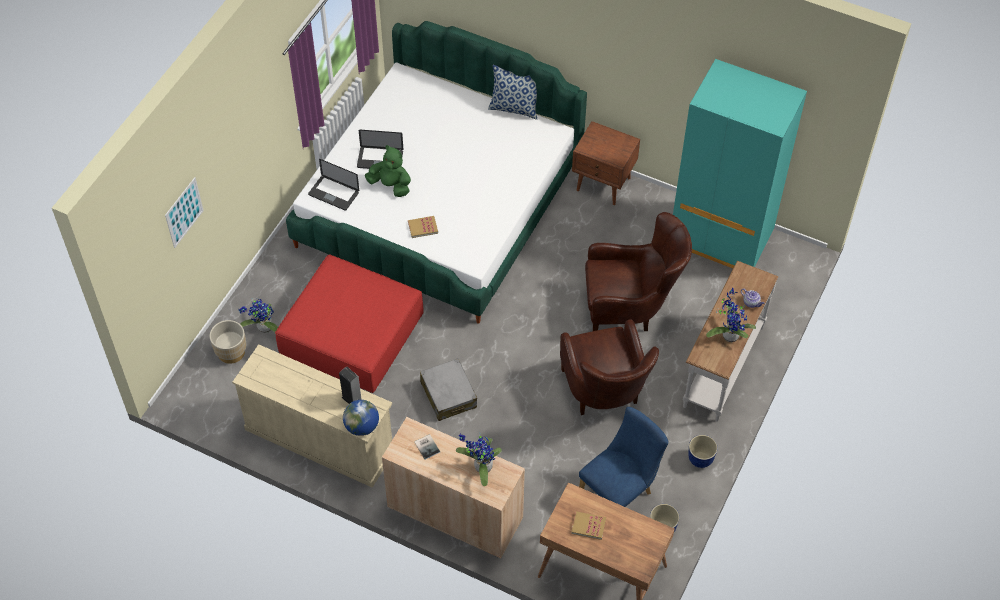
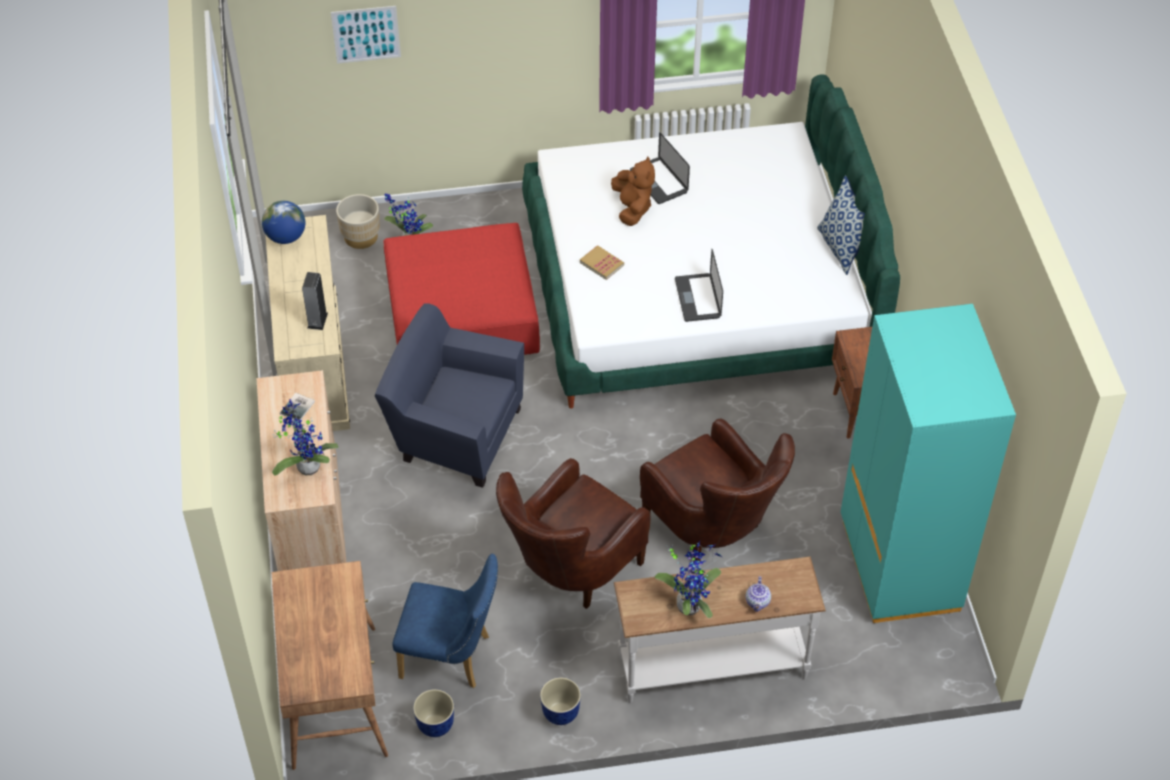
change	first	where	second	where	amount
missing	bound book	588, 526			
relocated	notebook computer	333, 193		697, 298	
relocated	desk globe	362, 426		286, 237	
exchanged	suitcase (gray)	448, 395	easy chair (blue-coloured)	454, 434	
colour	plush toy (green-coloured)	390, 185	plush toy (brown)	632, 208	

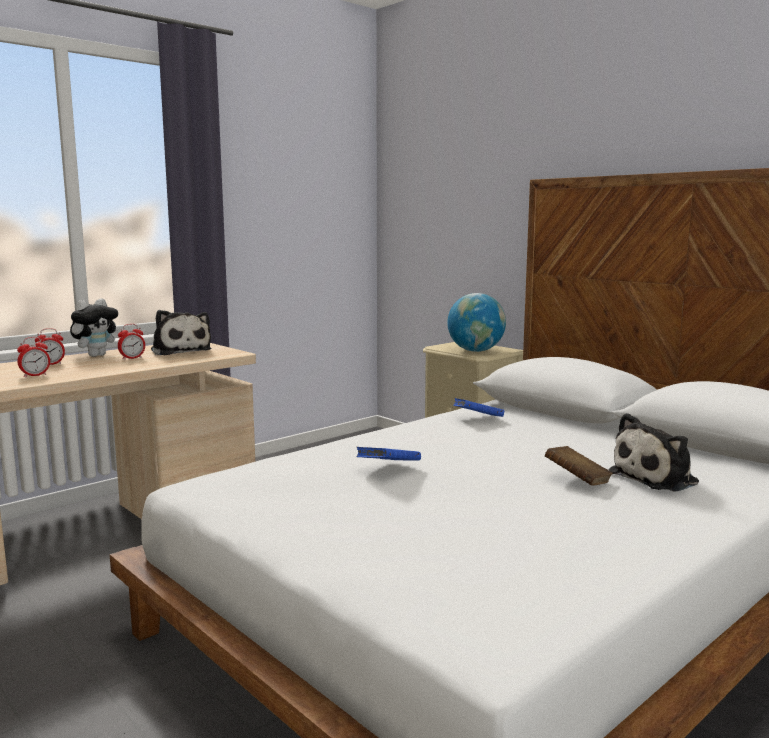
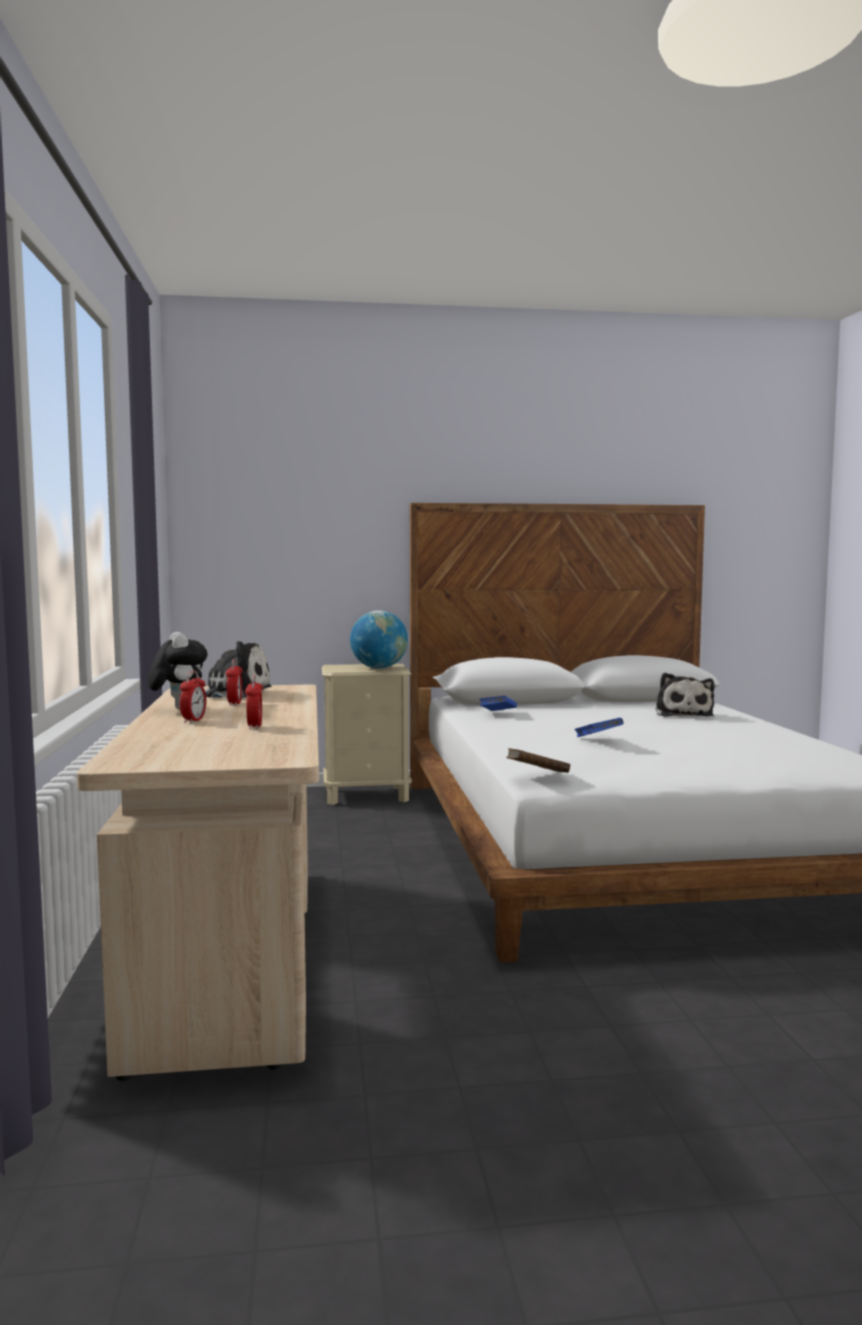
change	first	where	second	where	amount
relocated	bound book (brown)	577, 480		537, 775	

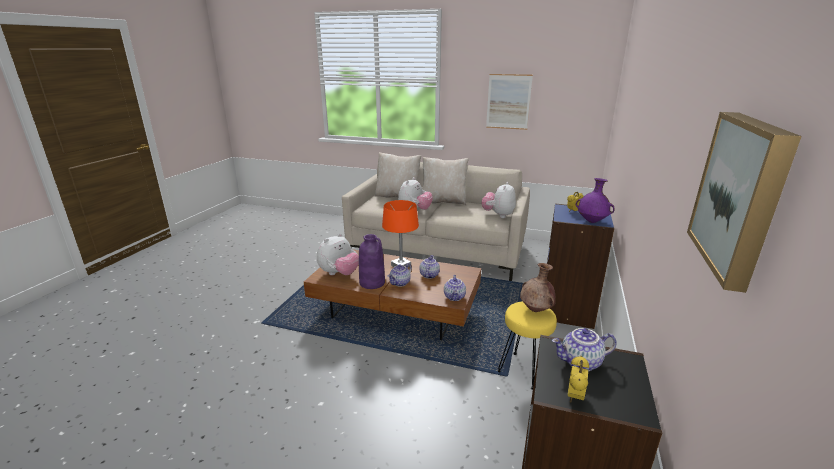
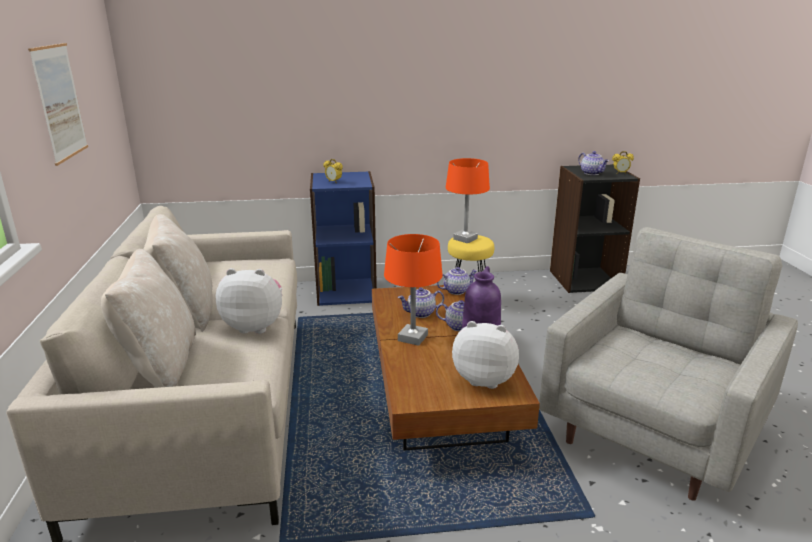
change	first	where	second	where	amount
missing	plush toy	498, 215			
missing	vase (purple-coloured)	592, 221			
missing	wall picture	742, 195			
appeared			easy chair (gray)	655, 432	
exchanged	vase (brown)	536, 310	lamp for a table (orange)	465, 239	

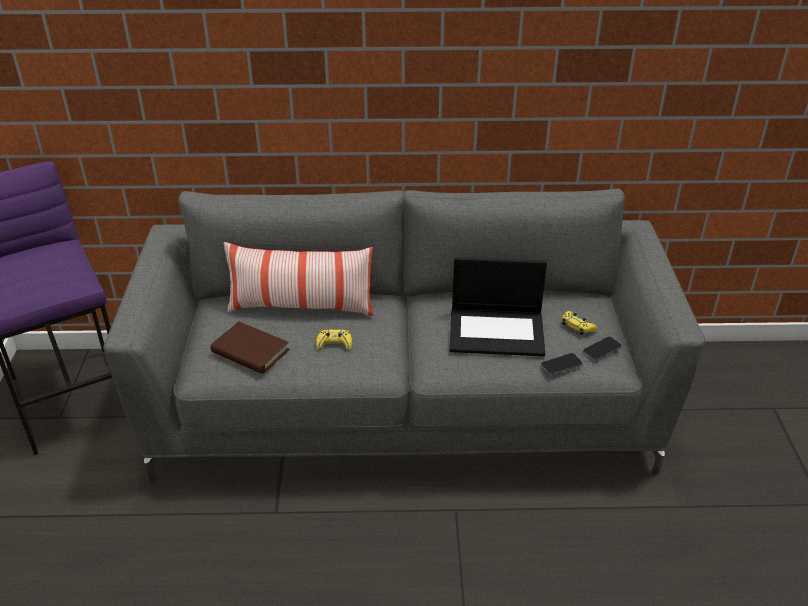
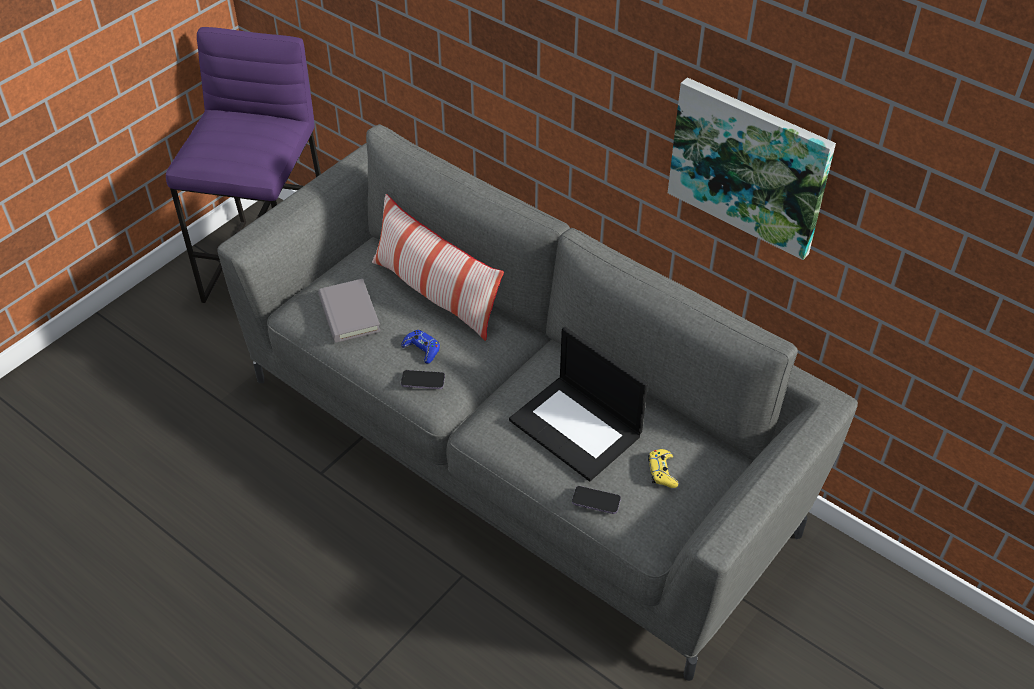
change	first	where	second	where	amount
appeared			wall picture	749, 166	
relocated	telephone	602, 350		423, 381	
colour	bound book (brown)	250, 351	bound book (gray)	349, 314	
colour	gamepad (yellow)	334, 344	gamepad (blue-coloured)	422, 349	

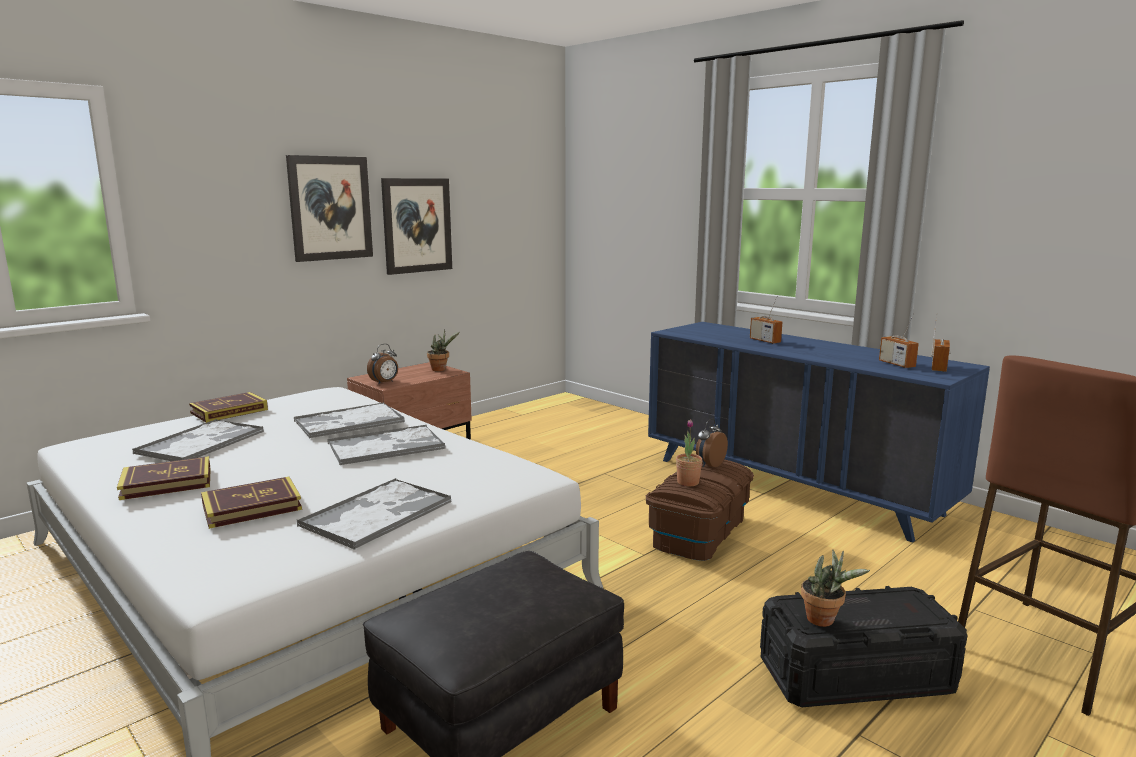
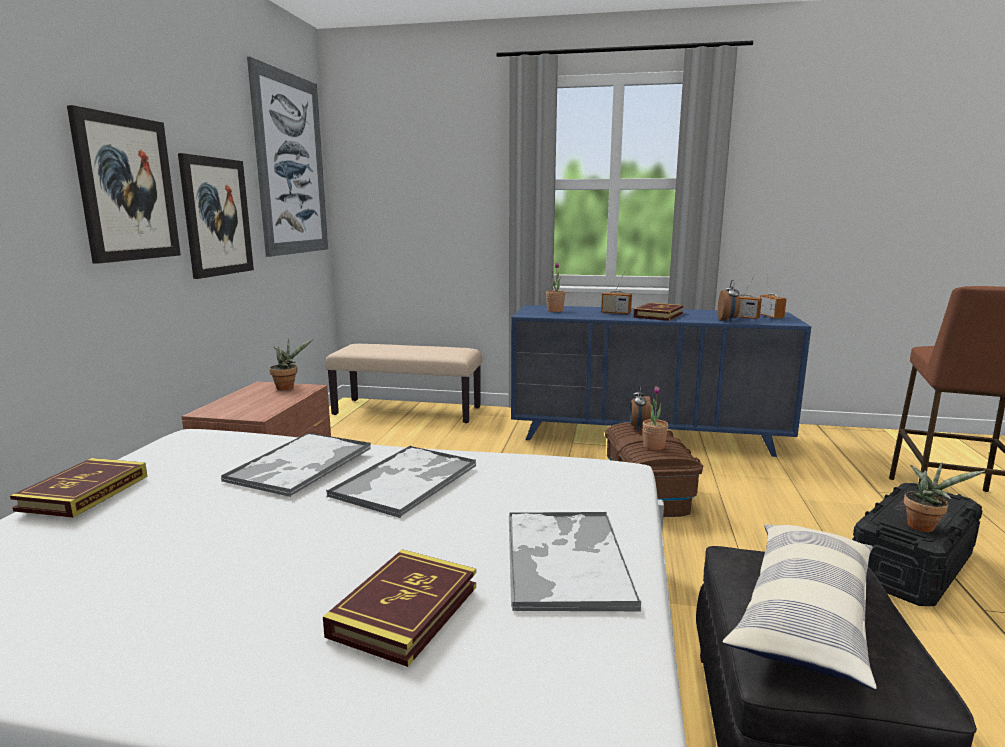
change	first	where	second	where	amount
missing	carrying tray	202, 442			
appeared			wall picture	291, 165	
appeared			indoor bench (beige)	408, 410	
appeared			plant in a pot	555, 311	
appeared			throw pillow	804, 615	
relocated	bound book	167, 483		658, 315	
relocated	bedside clock	385, 382		727, 320	

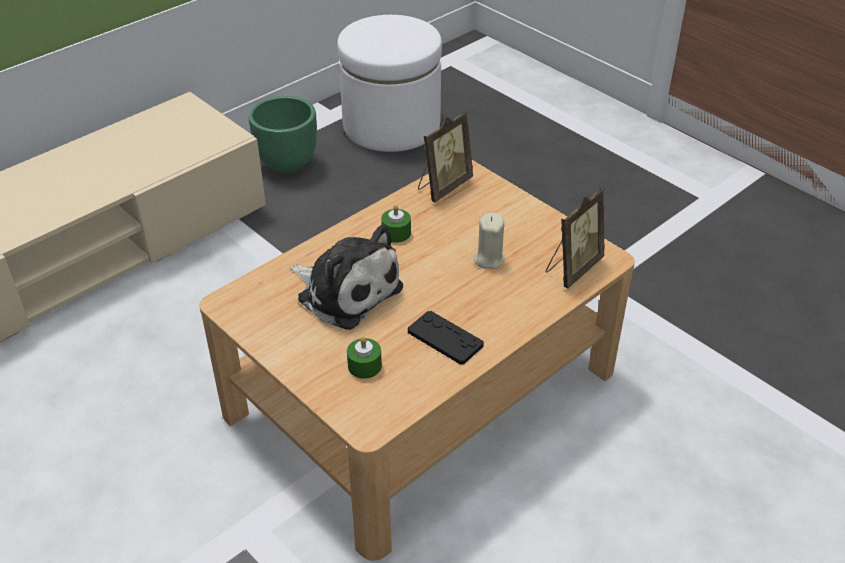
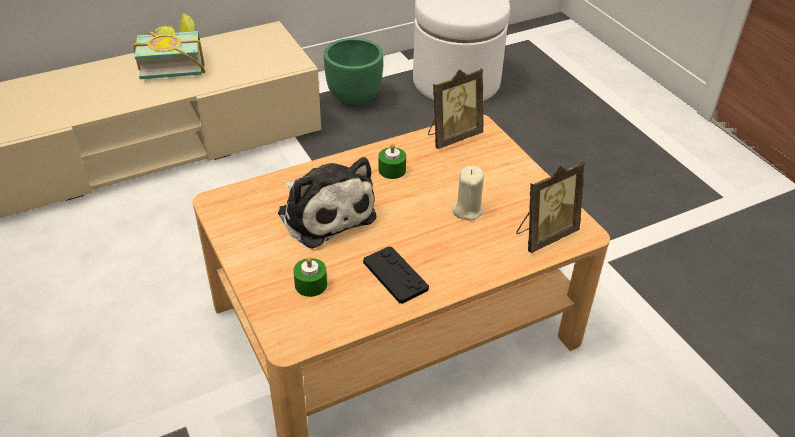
change	first	where	second	where	amount
appeared			bound book	172, 64	

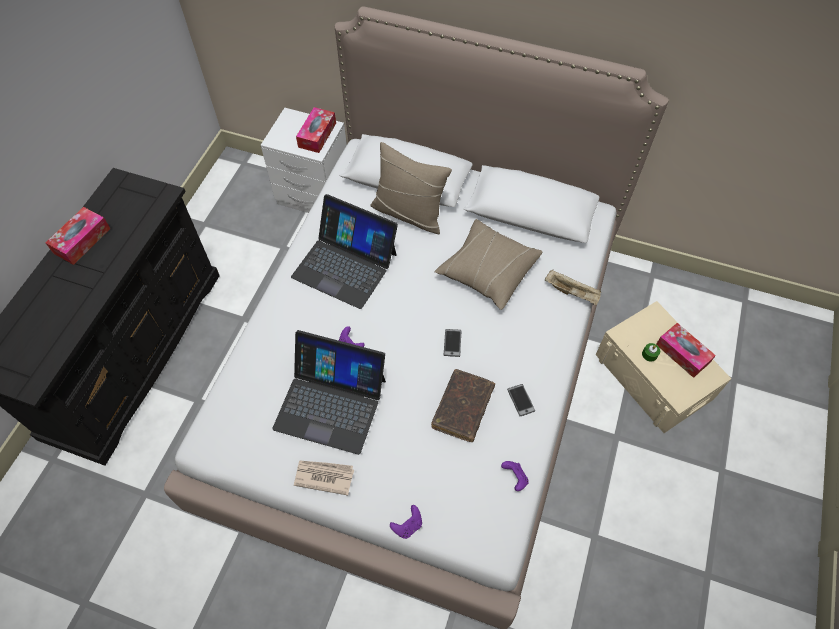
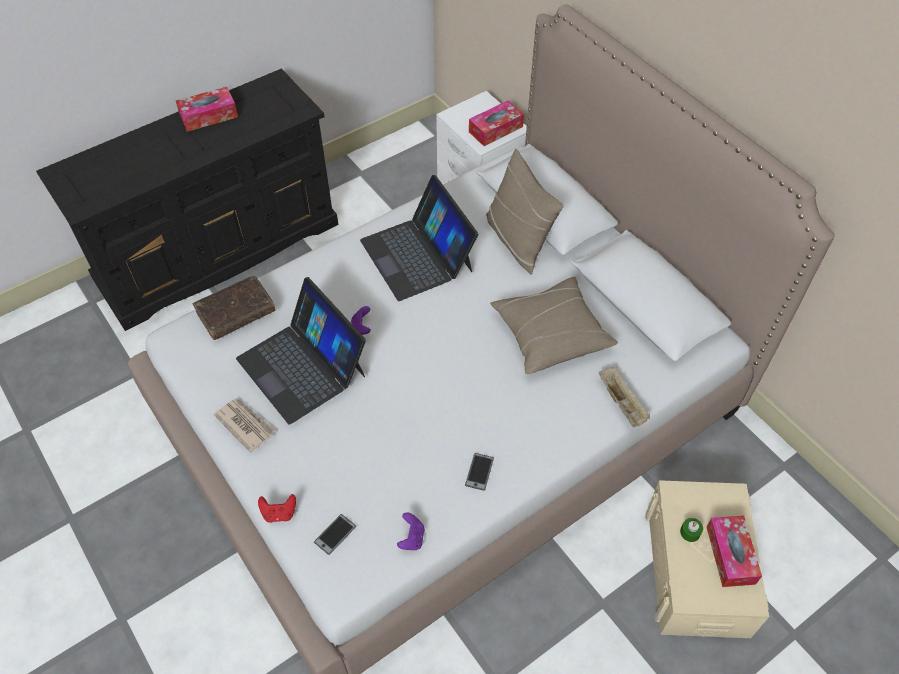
change	first	where	second	where	amount
relocated	bound book (brown)	462, 408		236, 313	
relocated	telephone	452, 343		335, 534	
colour	gamepad (purple-coloured)	408, 526	gamepad (red)	279, 513	

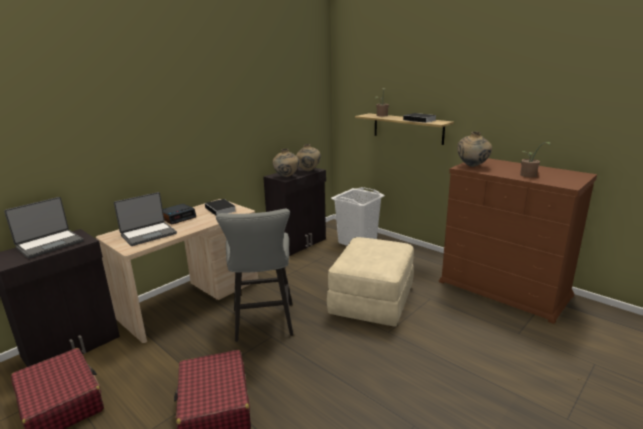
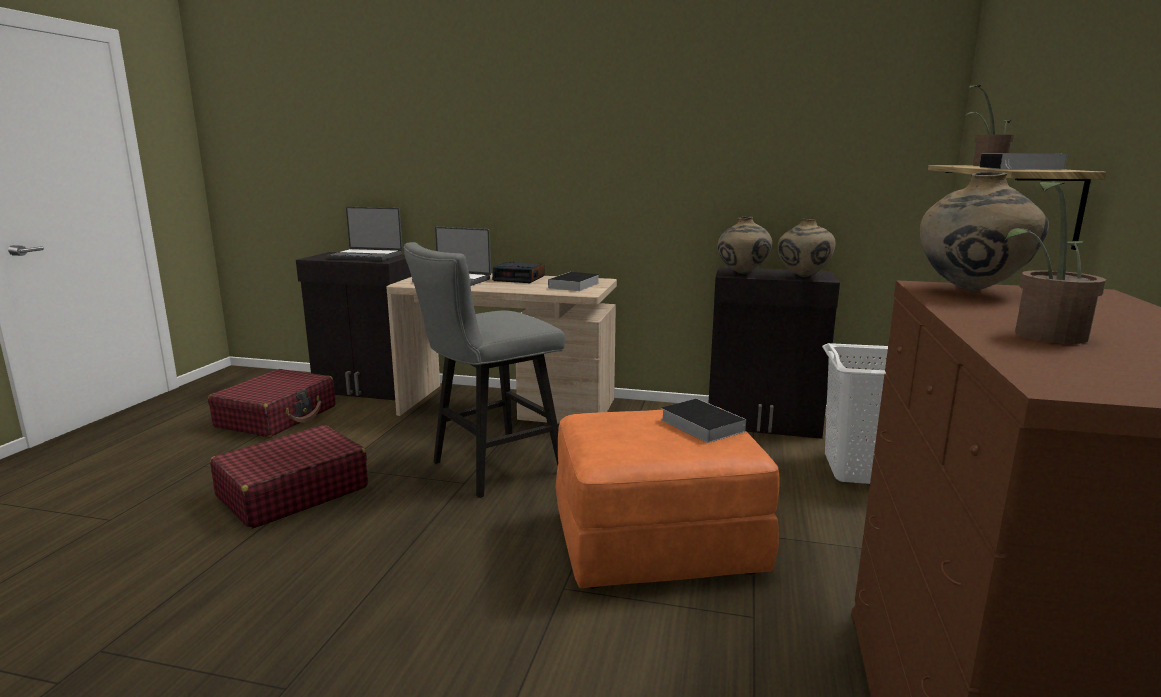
change	first	where	second	where	amount
appeared			bound book	699, 424	
colour	footrest (beige)	371, 300	footrest (orange)	657, 542	

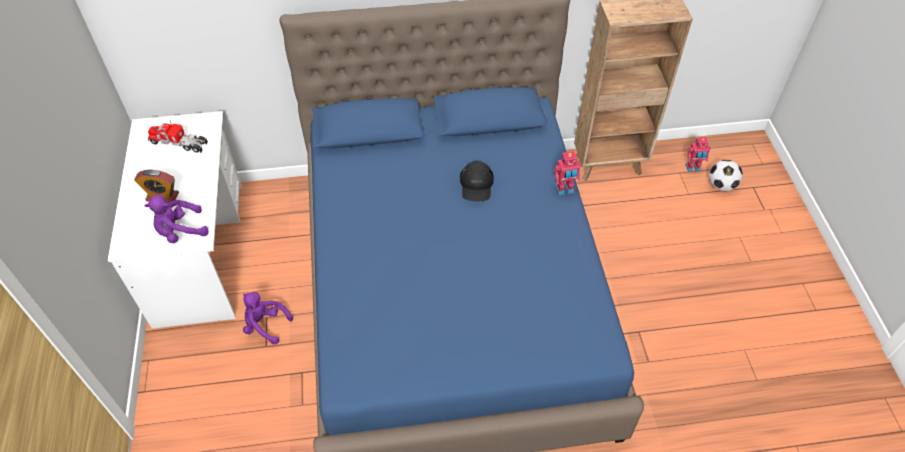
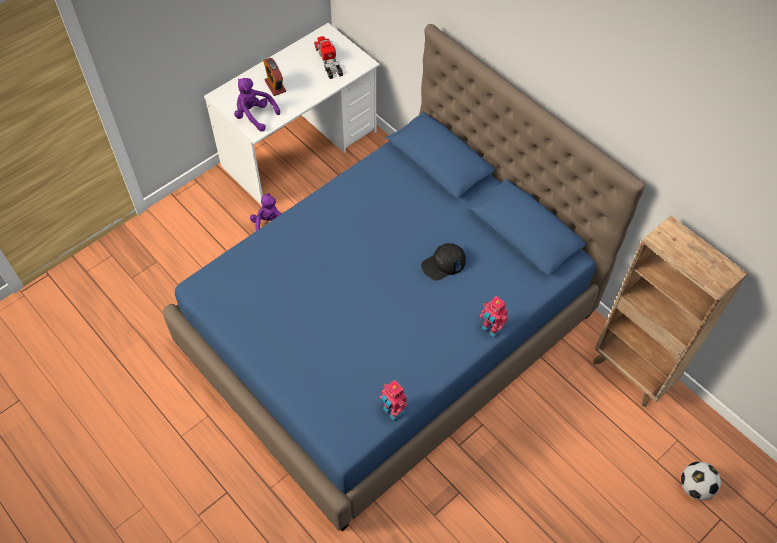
change	first	where	second	where	amount
relocated	robot figure	693, 168		392, 411	

